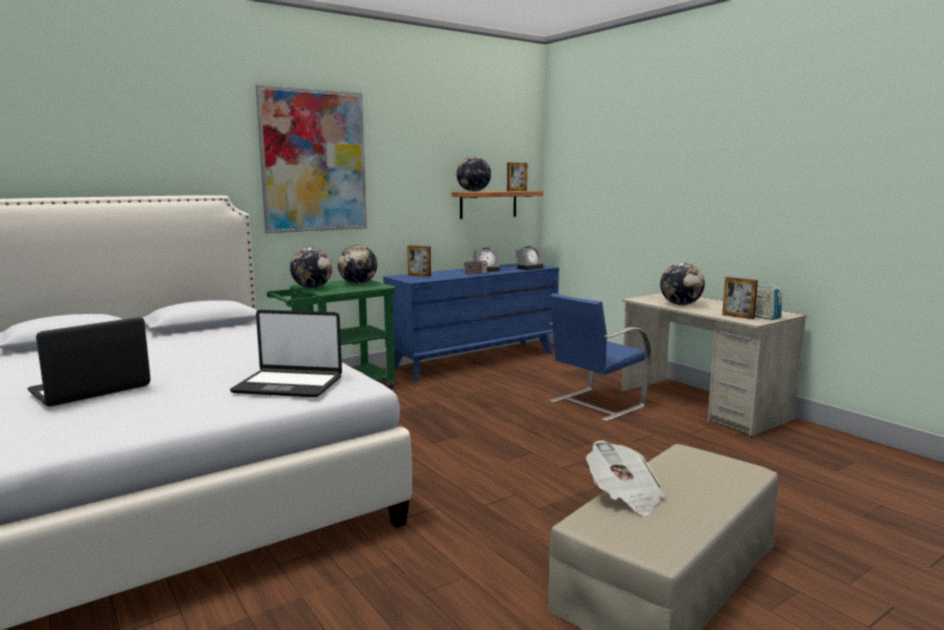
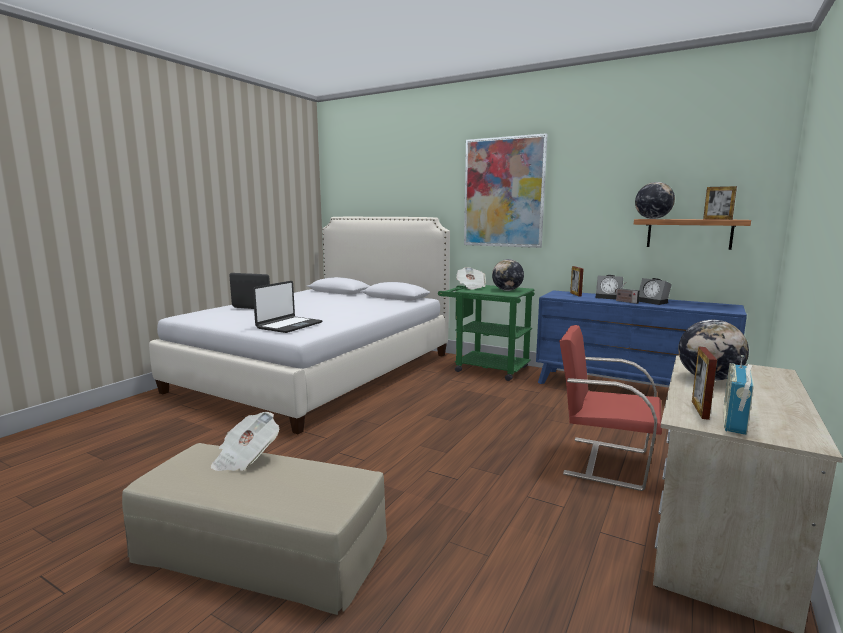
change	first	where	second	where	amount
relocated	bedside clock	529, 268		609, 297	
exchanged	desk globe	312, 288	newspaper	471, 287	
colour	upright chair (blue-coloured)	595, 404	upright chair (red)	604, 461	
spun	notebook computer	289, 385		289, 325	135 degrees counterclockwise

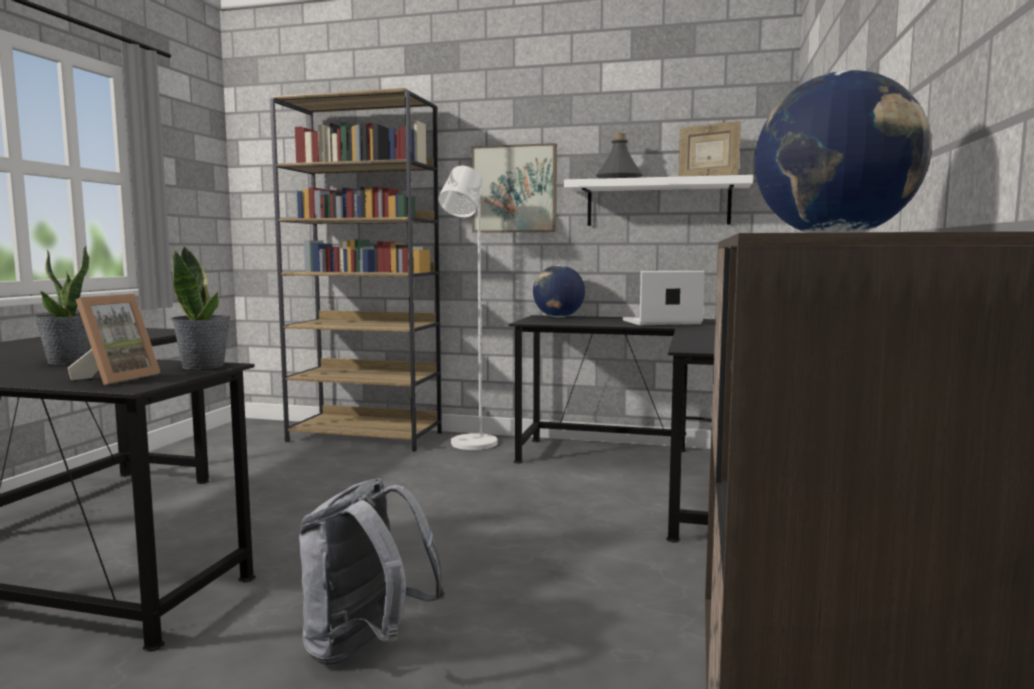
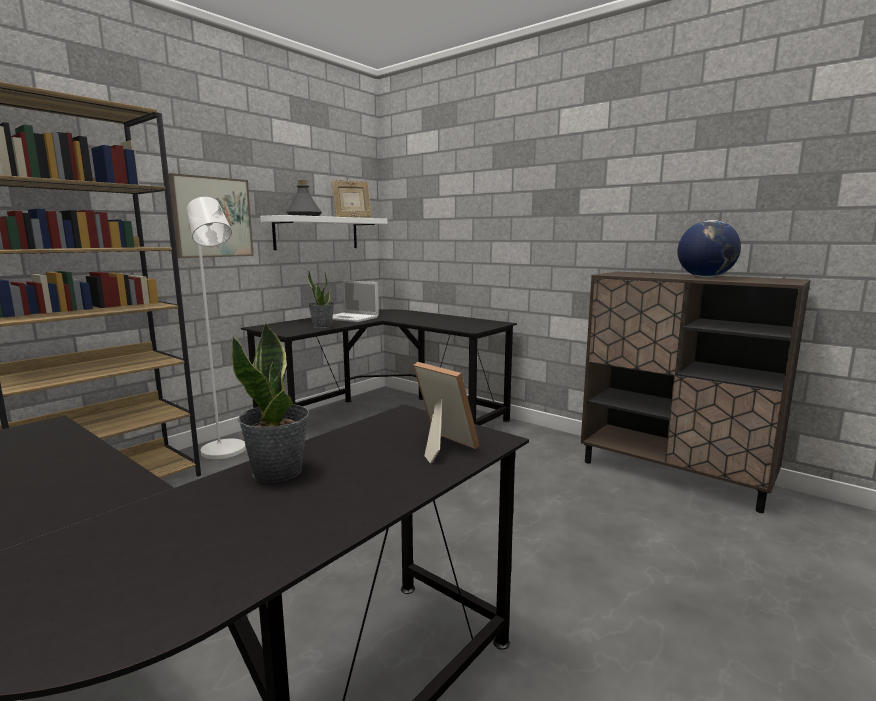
change	first	where	second	where	amount
missing	knapsack (gray)	366, 648			
missing	desk globe	558, 317			
relocated	plant in a pot	204, 366		322, 326	
spun	notebook computer	660, 322		351, 318	75 degrees counterclockwise

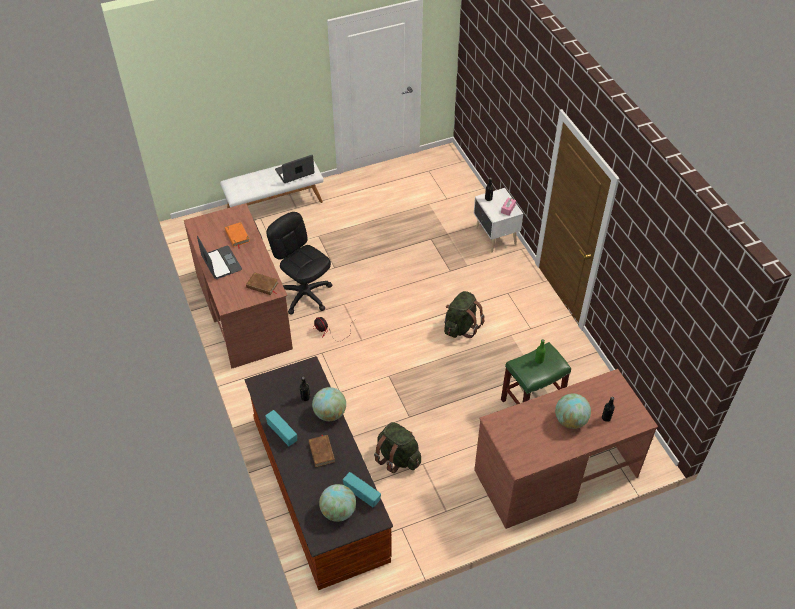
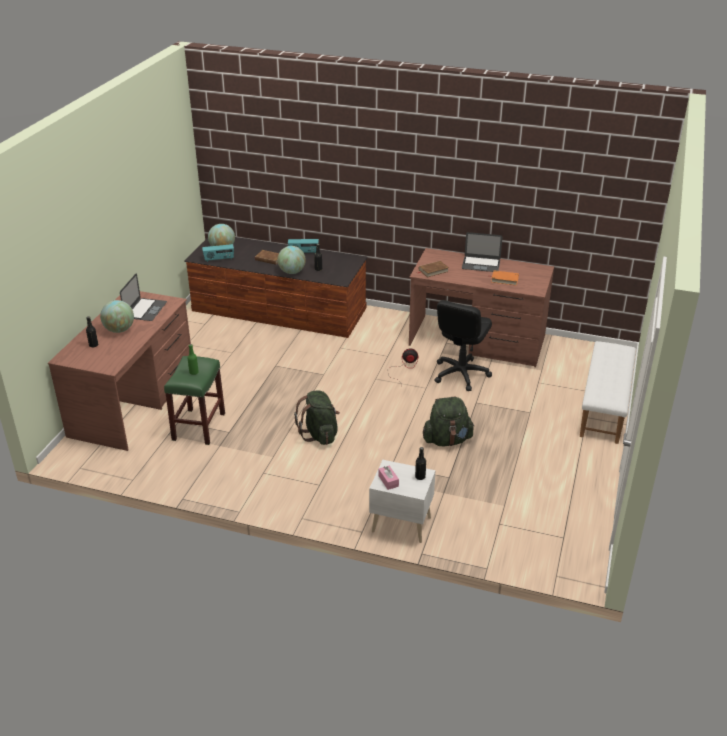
change	first	where	second	where	amount
relocated	notebook computer	294, 172		145, 310	
relocated	knapsack (green-coloured)	397, 457		447, 440	
spun	desk chair (black)	305, 294		460, 374	120 degrees clockwise

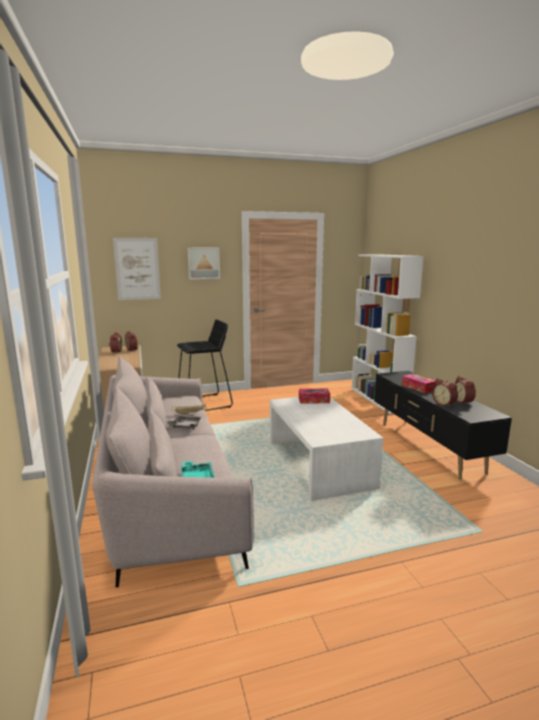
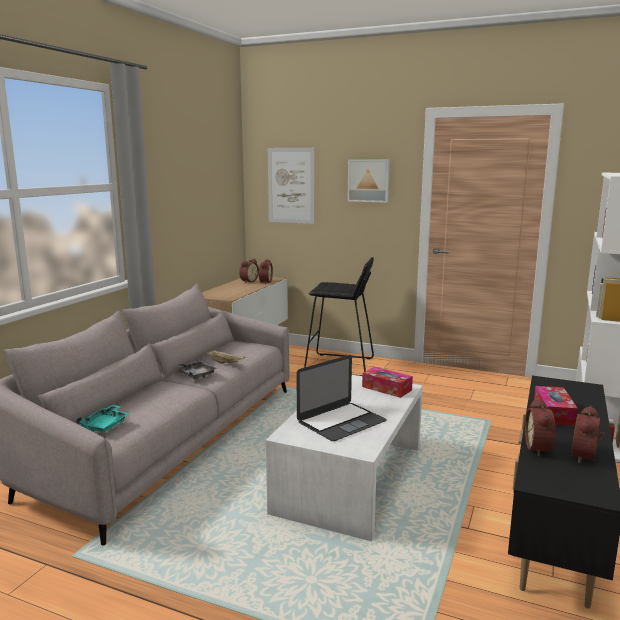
change	first	where	second	where	amount
appeared			notebook computer	341, 421	

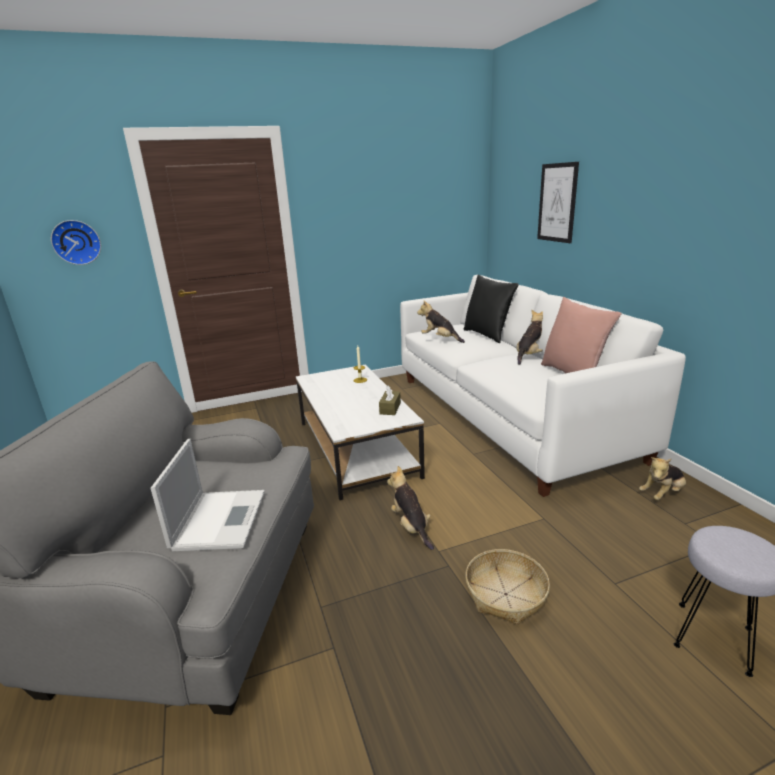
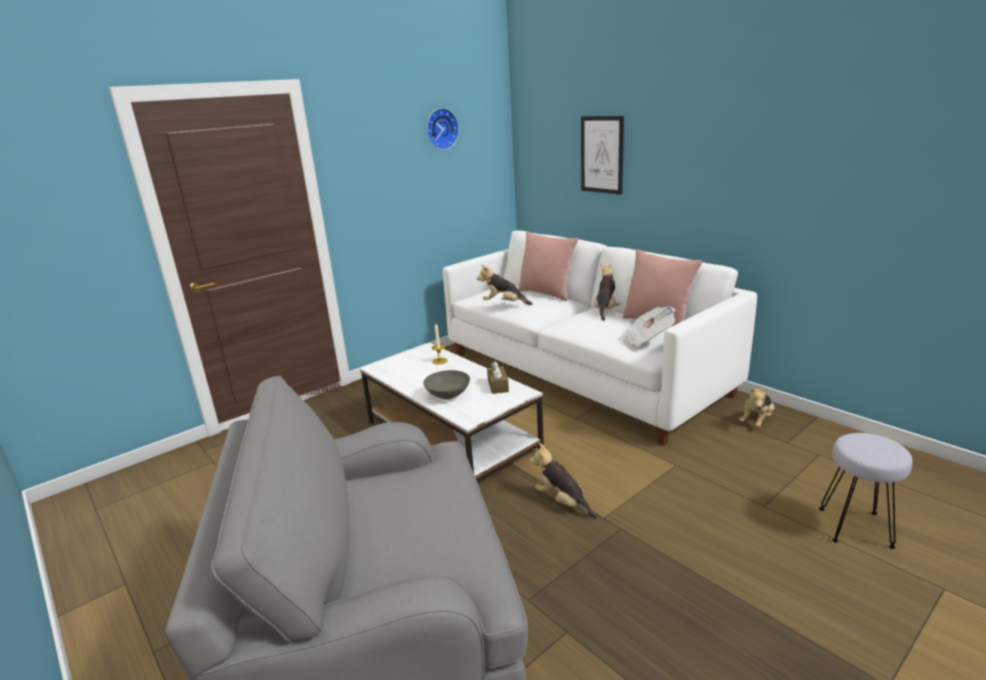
change	first	where	second	where	amount
missing	notebook computer	220, 518			
missing	storage basket	506, 594			
appeared			deep dish (gray)	447, 396	
appeared			newspaper	646, 339	
relocated	hanging clock	77, 242		441, 129	
colour	throw pillow (black)	487, 335	throw pillow (pink-coloured)	547, 293	

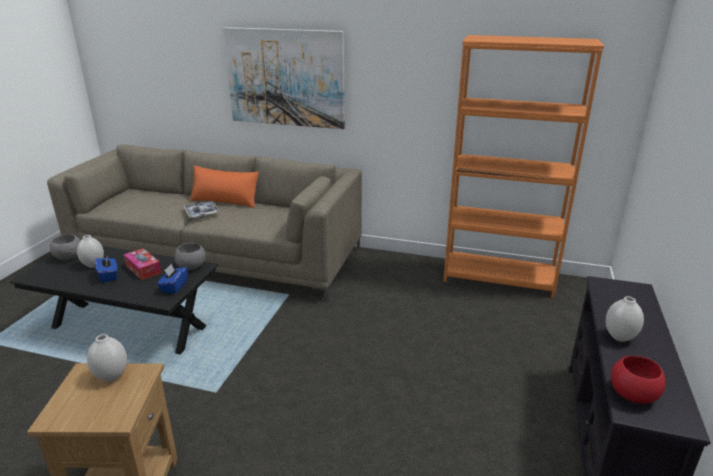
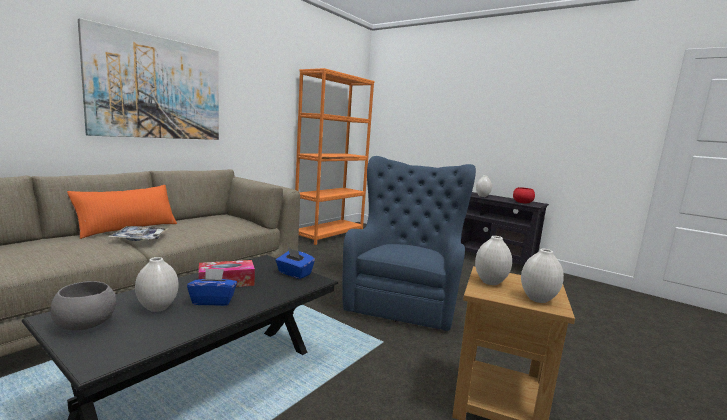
change	first	where	second	where	amount
missing	deep dish (gray)	192, 267			
appeared			easy chair (blue-coloured)	404, 299	
appeared			vase (white)	538, 299	

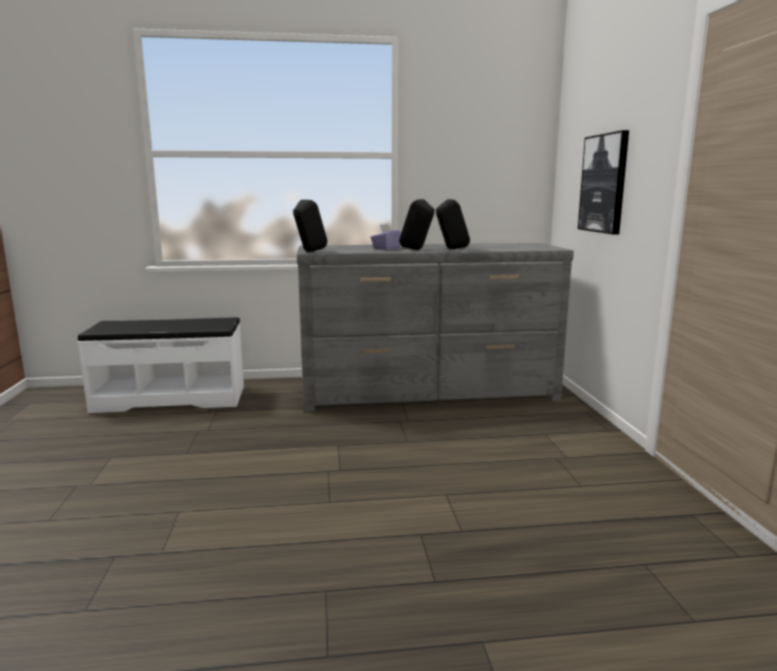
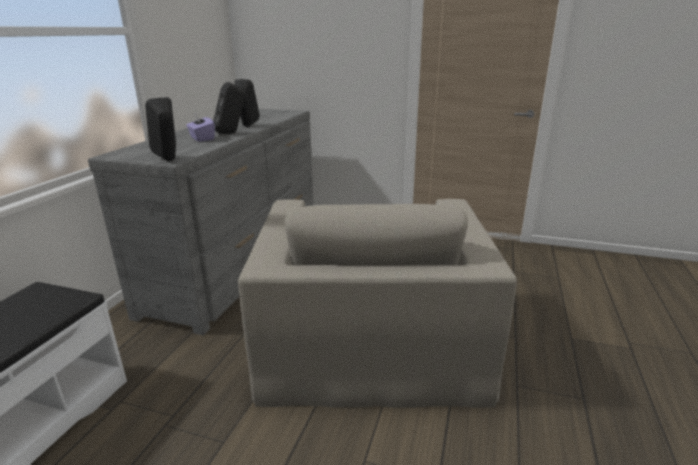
change	first	where	second	where	amount
missing	wall picture	604, 183			
appeared			easy chair (beige)	371, 340	

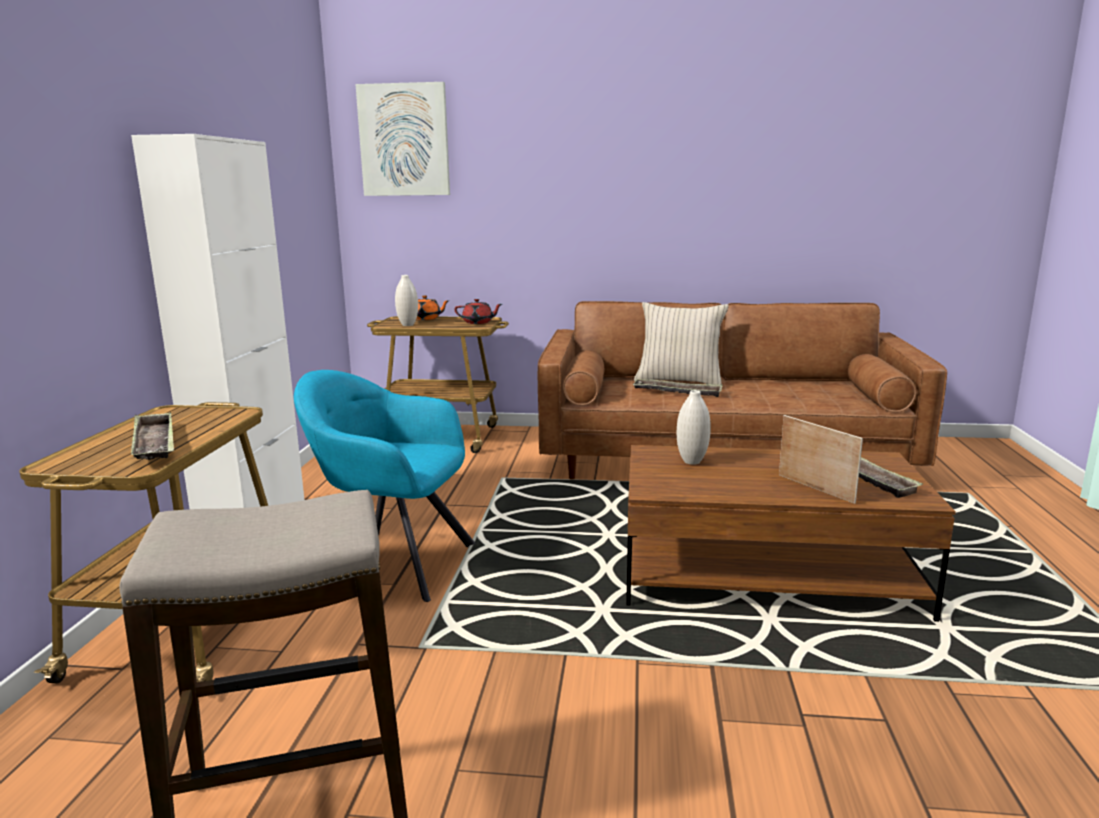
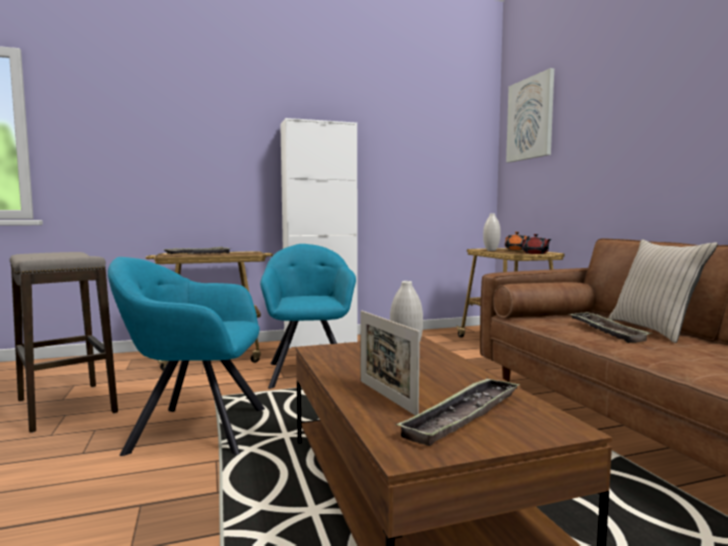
change	first	where	second	where	amount
appeared			easy chair (turquoise)	193, 430	
spun	photo frame	815, 488		386, 397	120 degrees clockwise

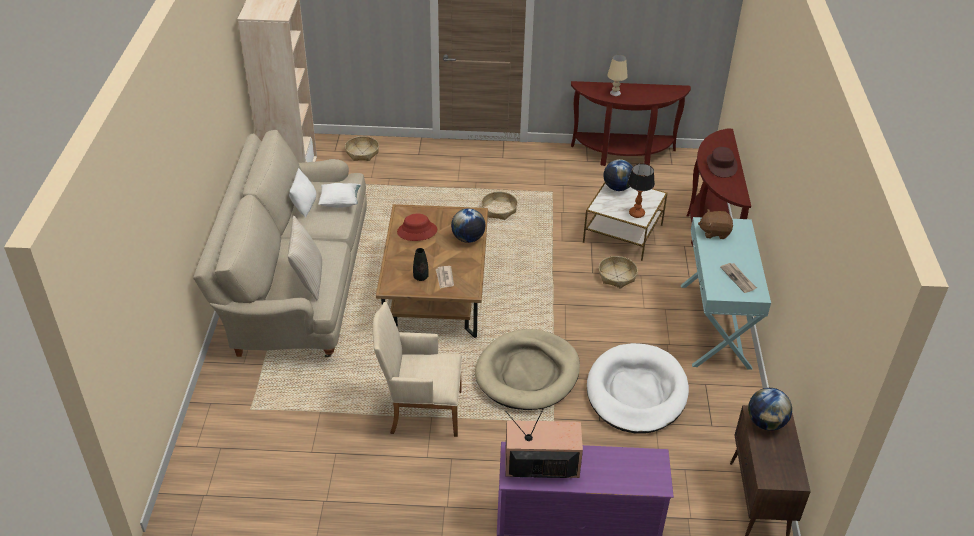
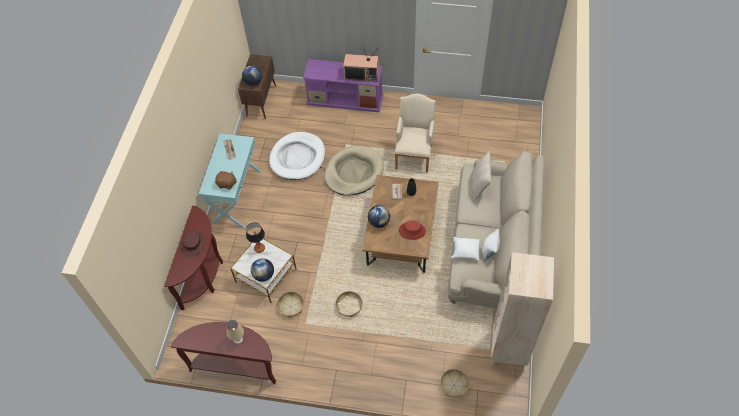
change	first	where	second	where	amount
relocated	storage basket	616, 276		291, 306	
spun	easy chair (beige)	420, 411		414, 154	90 degrees counterclockwise

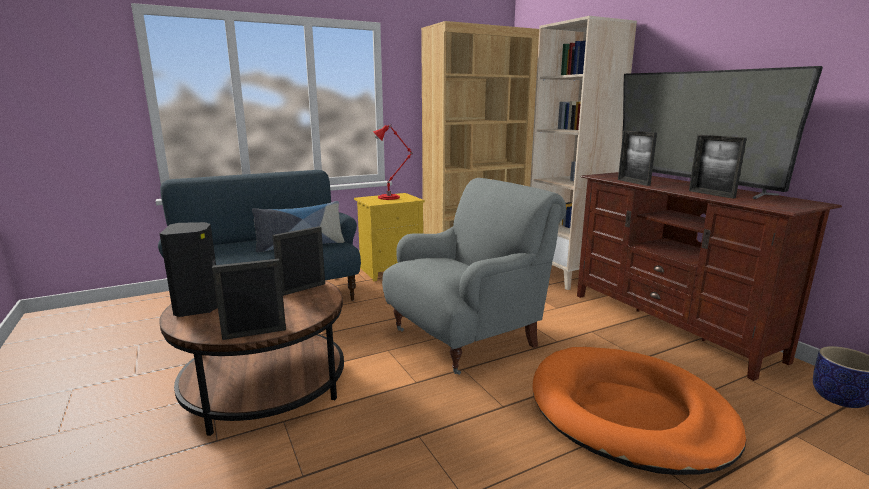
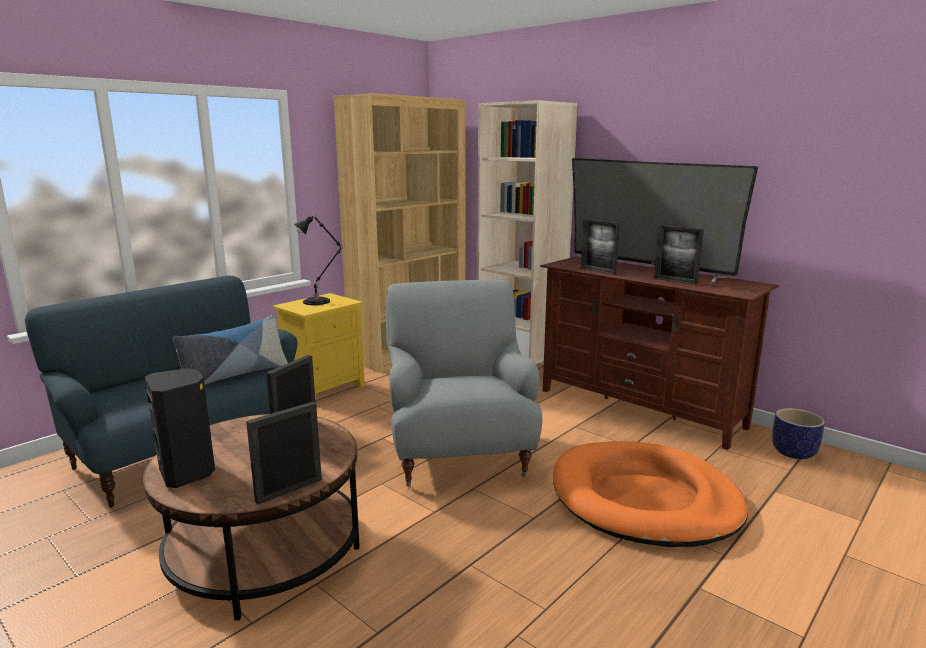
change	first	where	second	where	amount
colour	lamp for a table (red)	390, 197	lamp for a table (black)	319, 301	
spun	easy chair (gray)	467, 338		458, 454	45 degrees counterclockwise

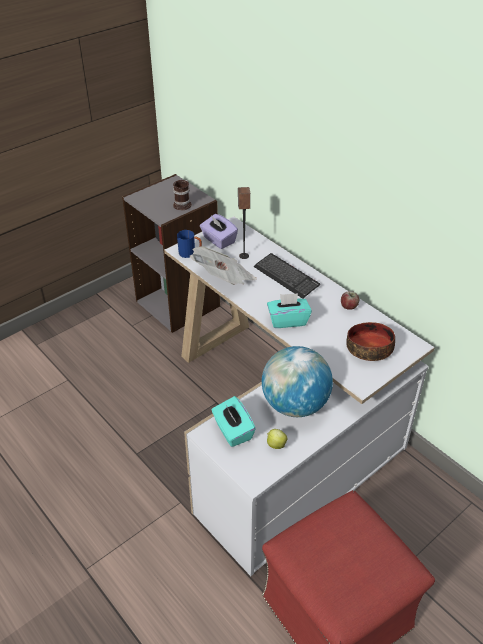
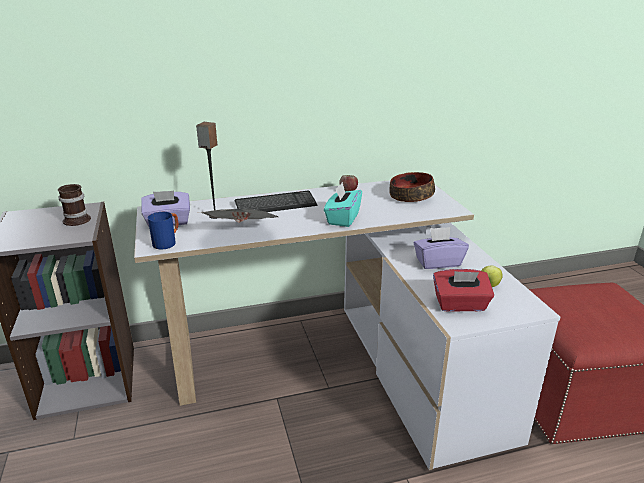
change	first	where	second	where	amount
exchanged	desk globe	295, 405	box of tissues (purple-coloured)	438, 262	
colour	box of tissues (turquoise)	232, 431	box of tissues (red)	460, 305	

